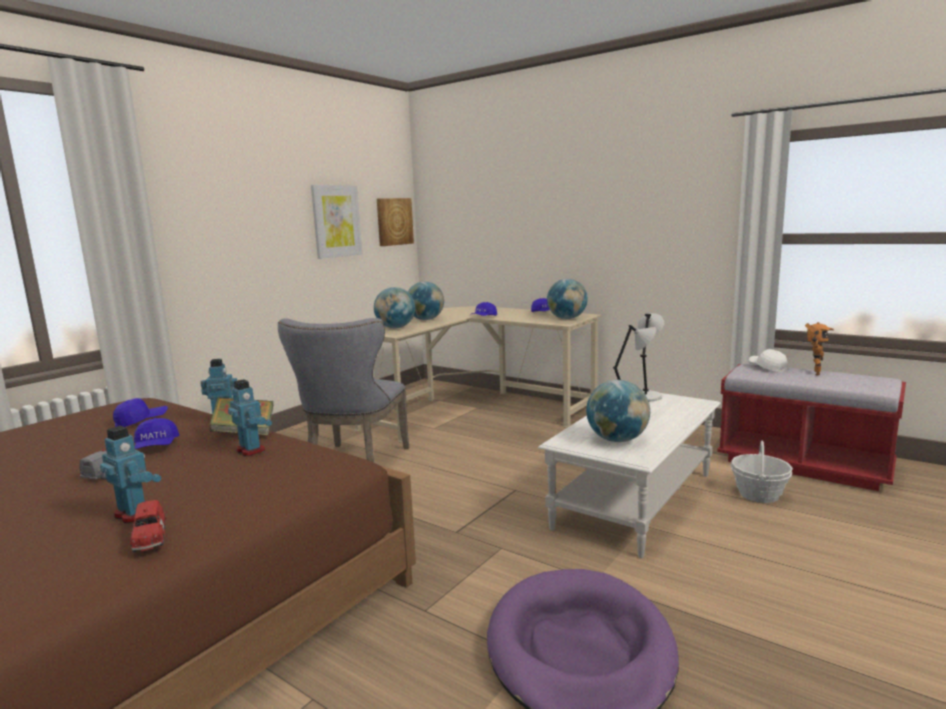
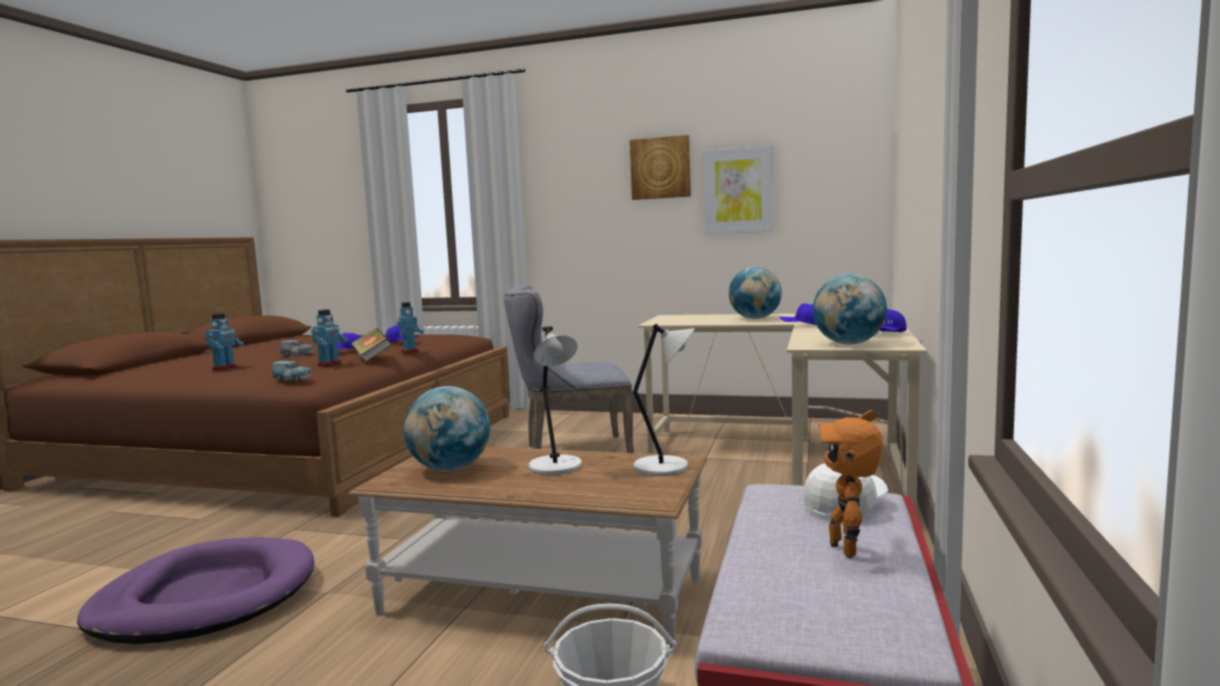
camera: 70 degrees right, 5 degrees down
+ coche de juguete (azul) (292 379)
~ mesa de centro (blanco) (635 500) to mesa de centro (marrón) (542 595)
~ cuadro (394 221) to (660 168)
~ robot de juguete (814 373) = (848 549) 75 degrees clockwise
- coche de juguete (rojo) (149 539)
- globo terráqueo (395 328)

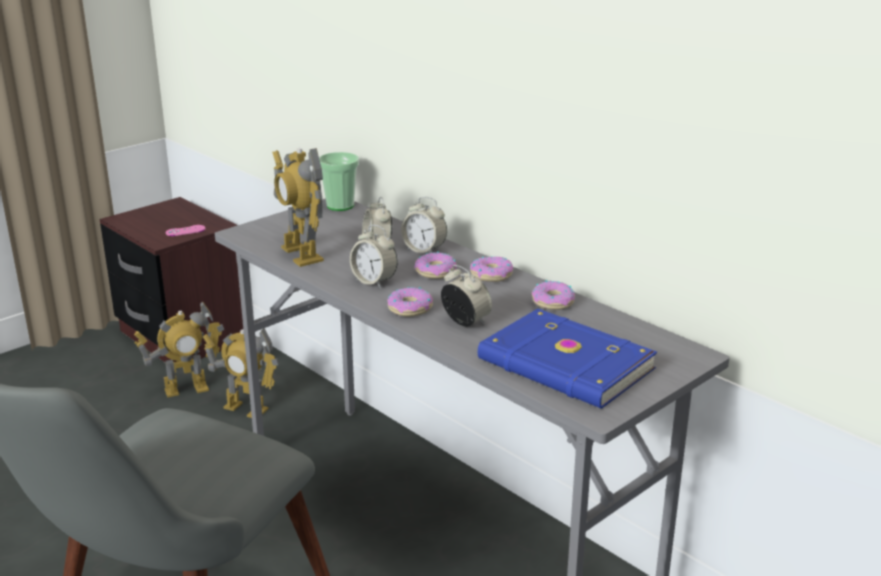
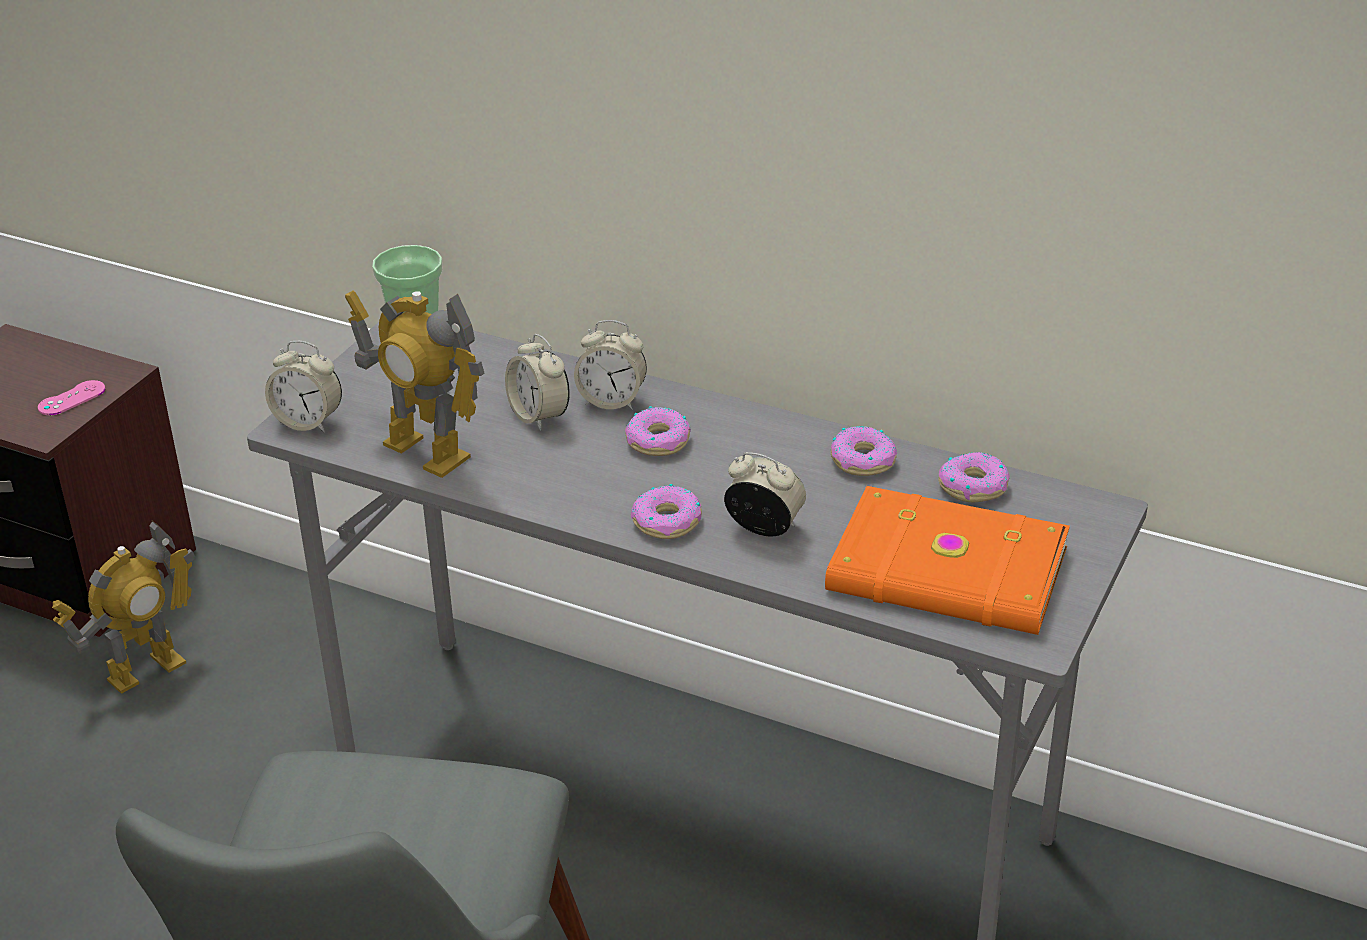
camera: 20 degrees left, 10 degrees up
~ despertador (374 281) to (308 422)
~ libro (azul) (565 366) to libro (naranja) (948 573)
~ rosquilla (491 275) to (973 486)
- robot de juguete (245 409)

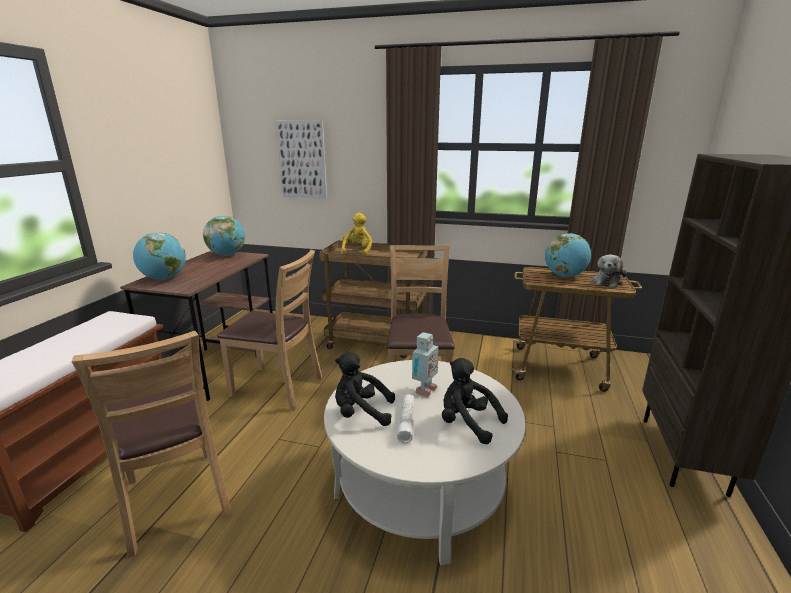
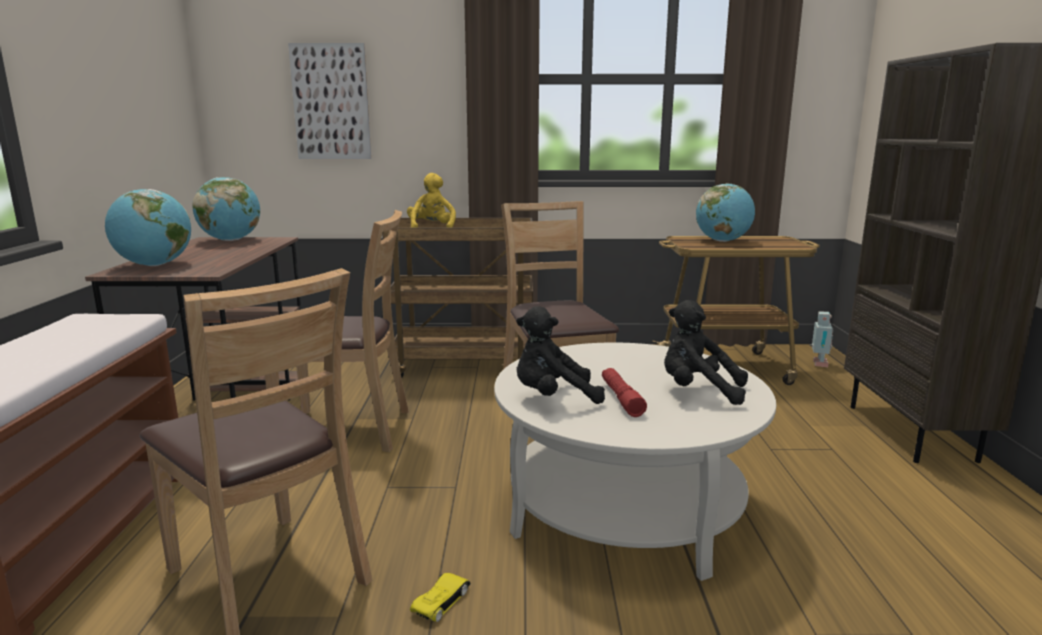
camera: 15 degrees left, 5 degrees down
+ coche de juguete (amarillo) (441 601)
~ linterna (blanco) (406 422) to linterna (rojo) (621 399)
~ robot de juguete (424 390) to (818 364)
- peluche (607 281)

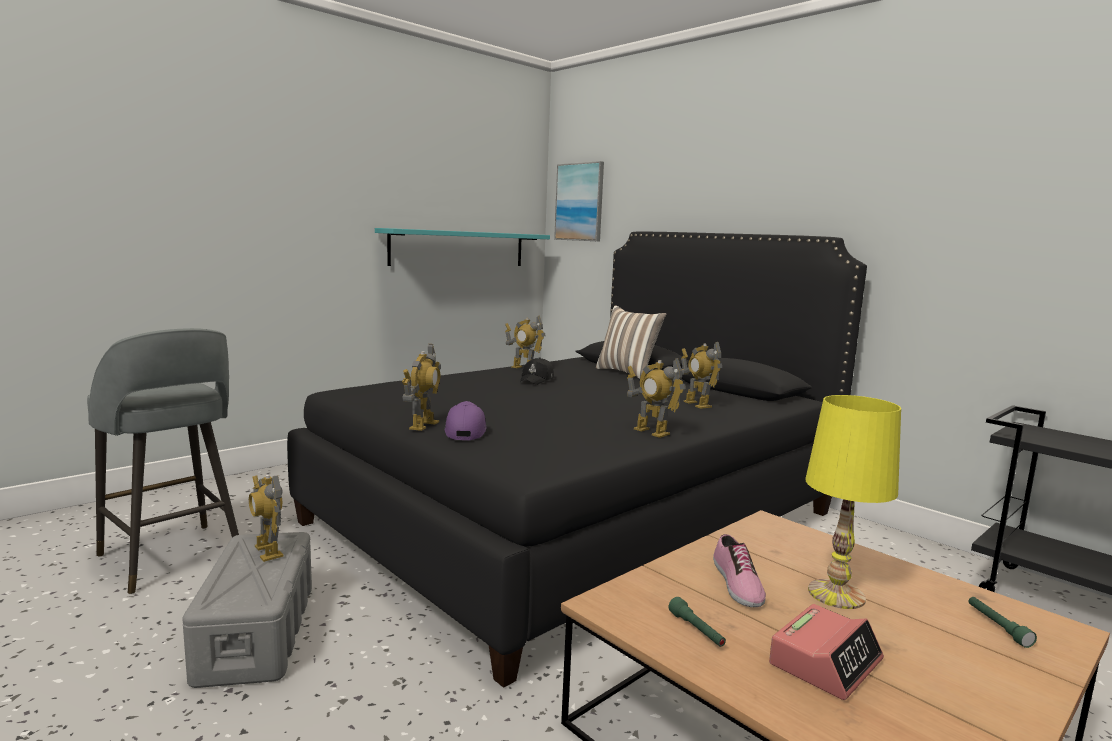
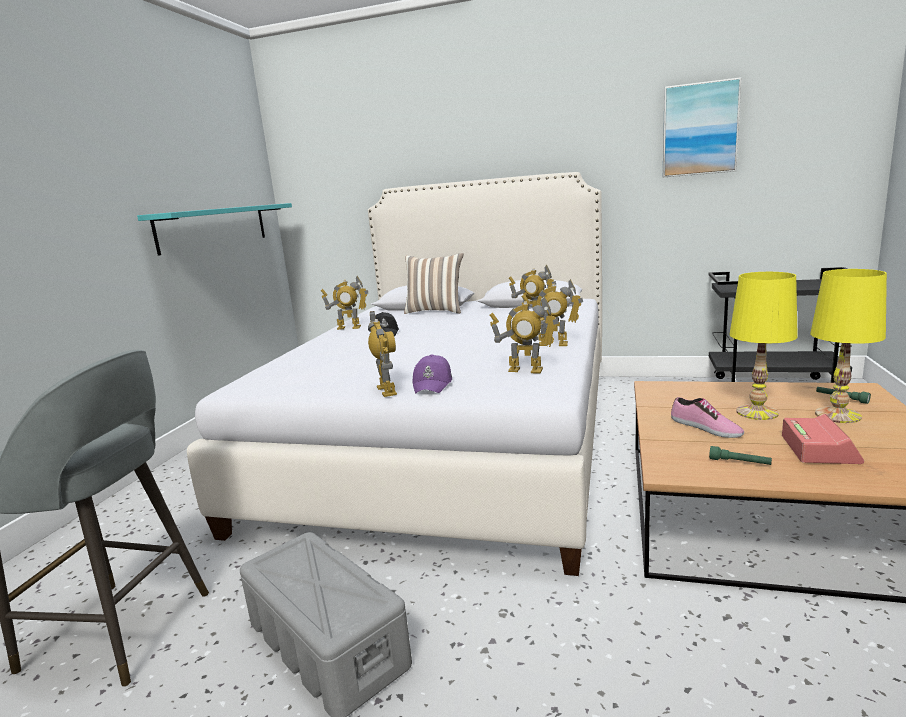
camera: 30 degrees left, 5 degrees up
~ cama (negro) (578 517) to cama (blanco) (451 440)
~ gorra (morado) (464 431) = (433 384) 135 degrees counterclockwise
~ robot de juguete (268 551) to (525 370)
~ cuadro (580 202) to (699 129)
+ lámpara de mesa (amarillo) (838 415)

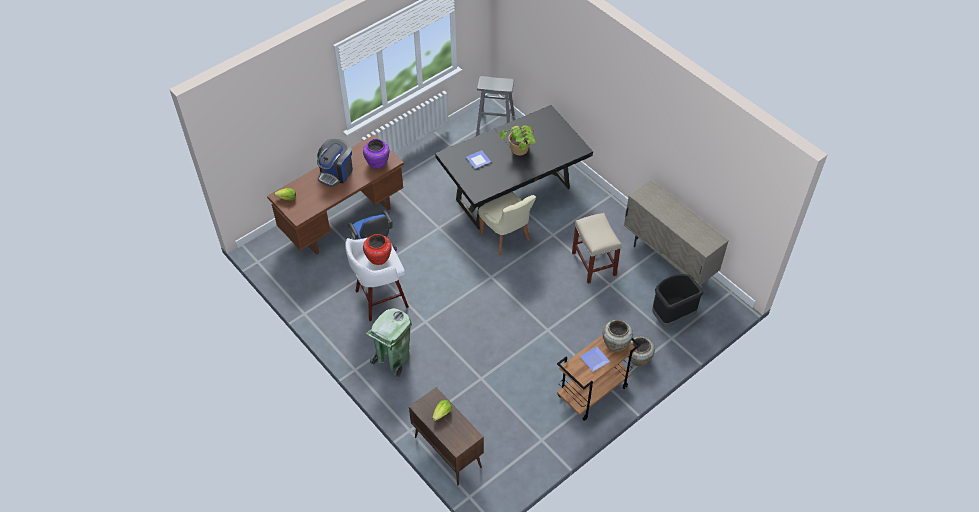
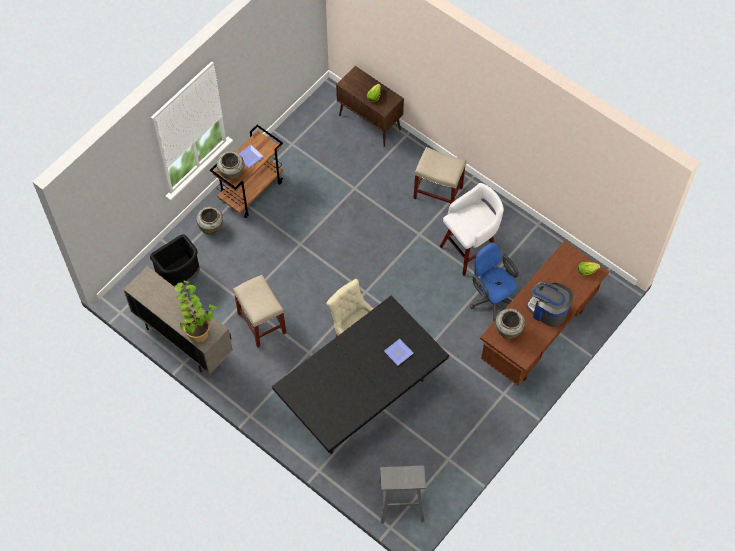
camera: 170 degrees right, 10 degrees up
~ planta en maceta (520 156) to (197 324)
~ papelera (verde) (393 360) to taburete (beis) (439 193)
~ florero (morado) (377 162) to florero (beis) (508 331)
~ cafetera (336 173) = (548 310) 75 degrees counterclockwise
- florero (rojo) (379 258)

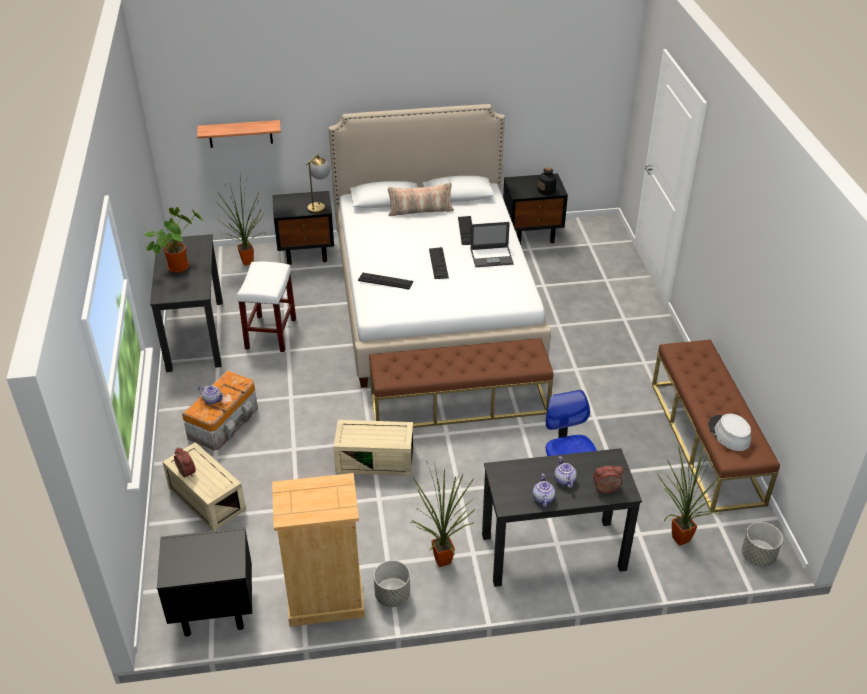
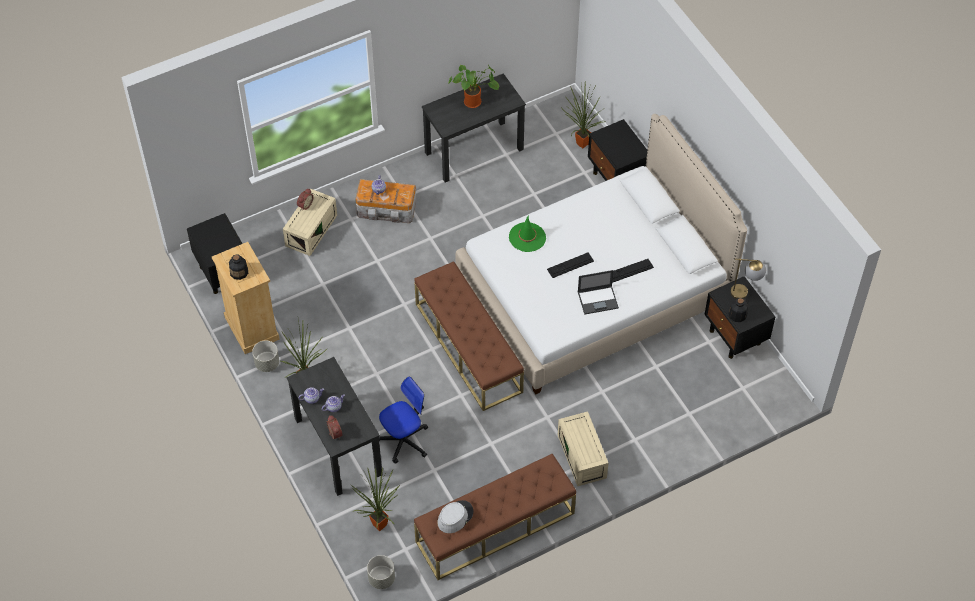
camera: 70 degrees right, 15 degrees up
+ botella (239 272)
~ teclado (385 281) to sombrero (verde) (527 237)
~ caja de almacenaje (beis) (376 459) to (583 457)
~ portátil (492 257) = (598 300) 75 degrees counterclockwise
~ lámpara de mesa (319 206) to (745 293)
- estante (240 134)
- taburete (blanco) (271 334)
- cojín (420 211)

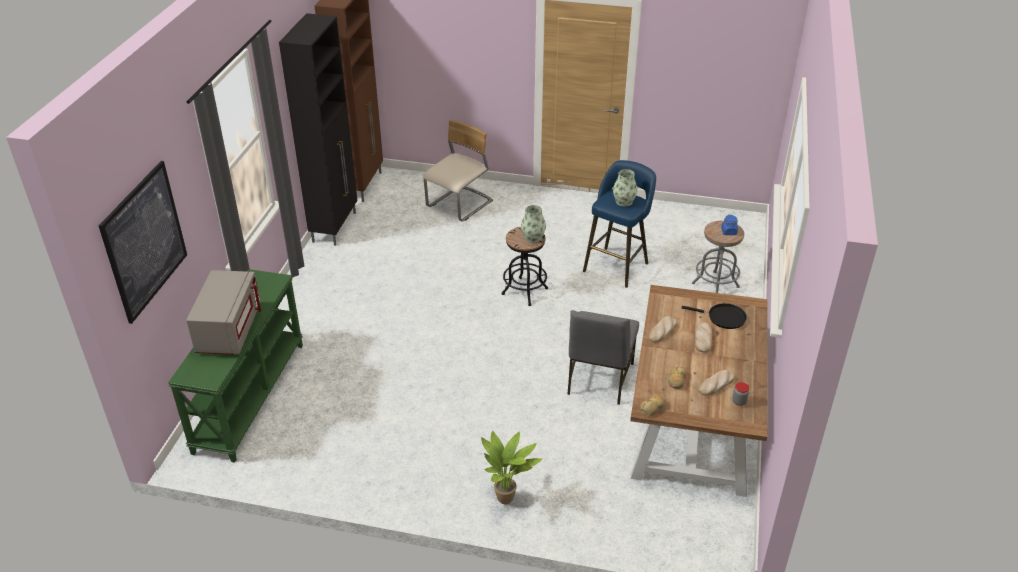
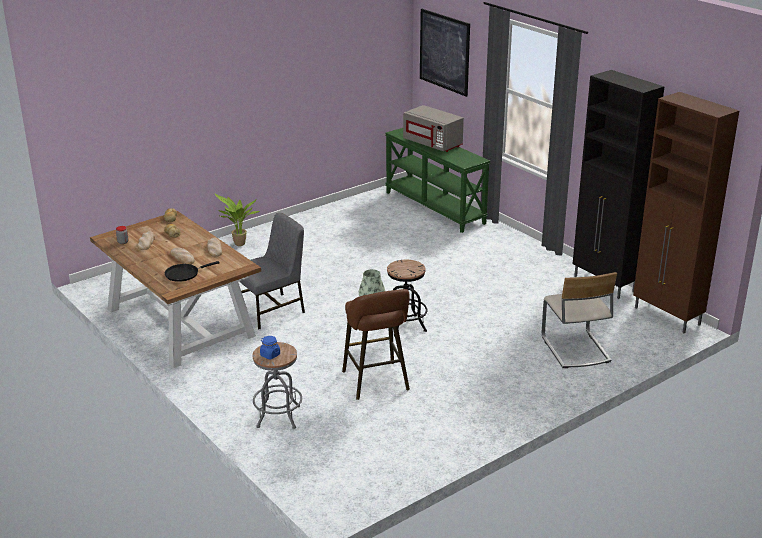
camera: 130 degrees right, 10 degrees down
~ silla (gris) (598 379) = (271 310) 90 degrees clockwise
~ taburete (azul) (617 265) to taburete (marrón) (377 383)
- florero (533 237)

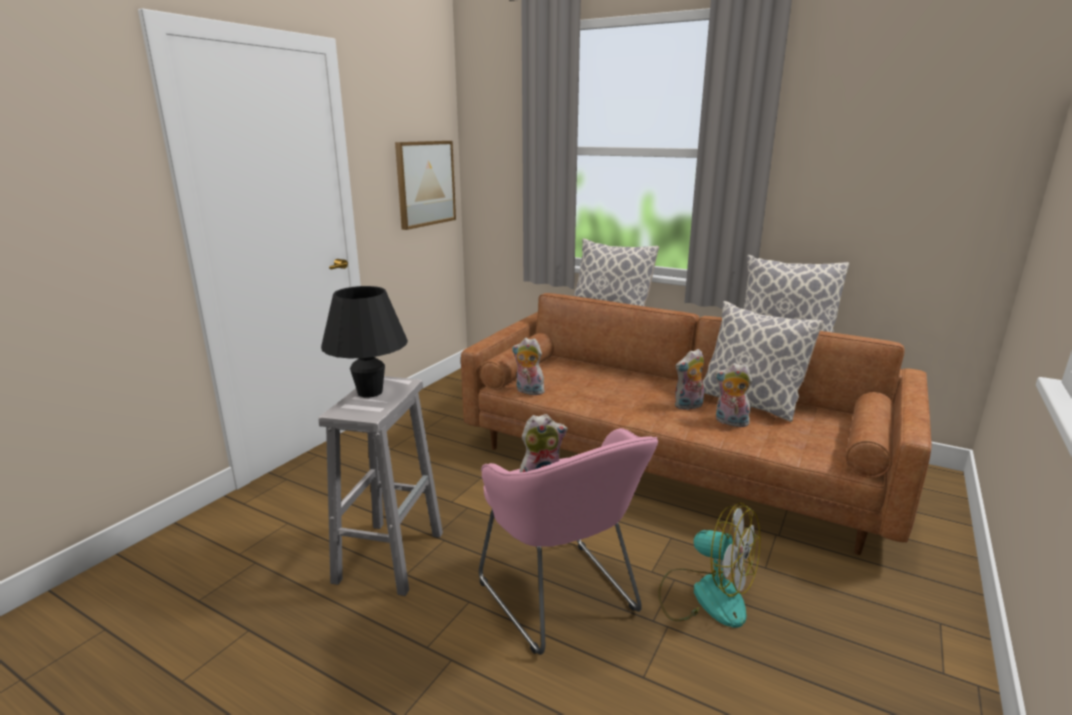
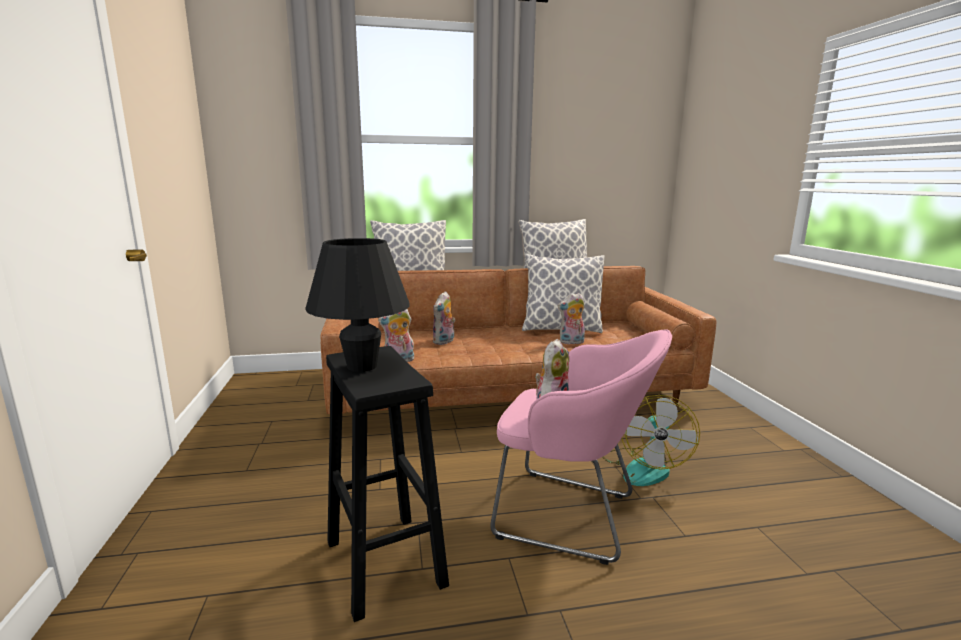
camera: 40 degrees left, 5 degrees down
~ taburete (blanco) (390 555) to taburete (negro) (383 561)
~ peluche (688 406) to (444 342)
~ ventilador (705 595) = (644 467) 105 degrees clockwise
- cuadro (425 183)

